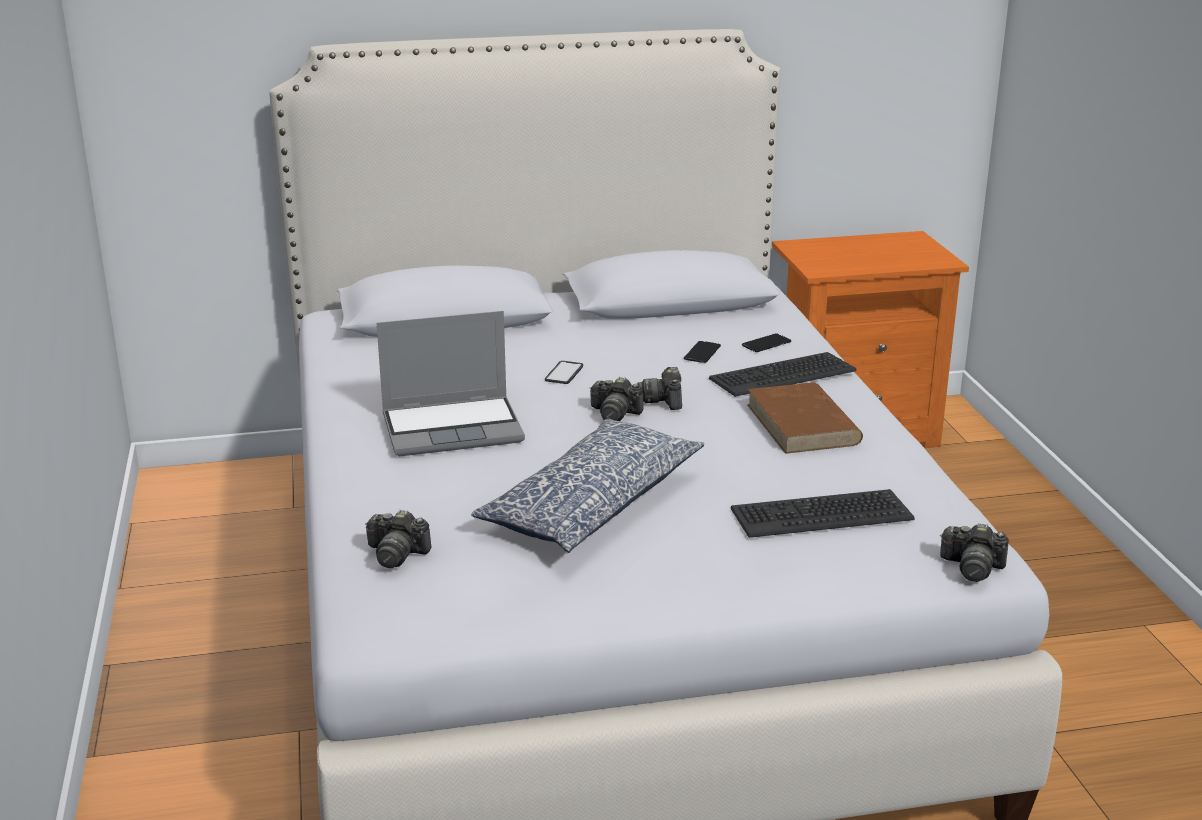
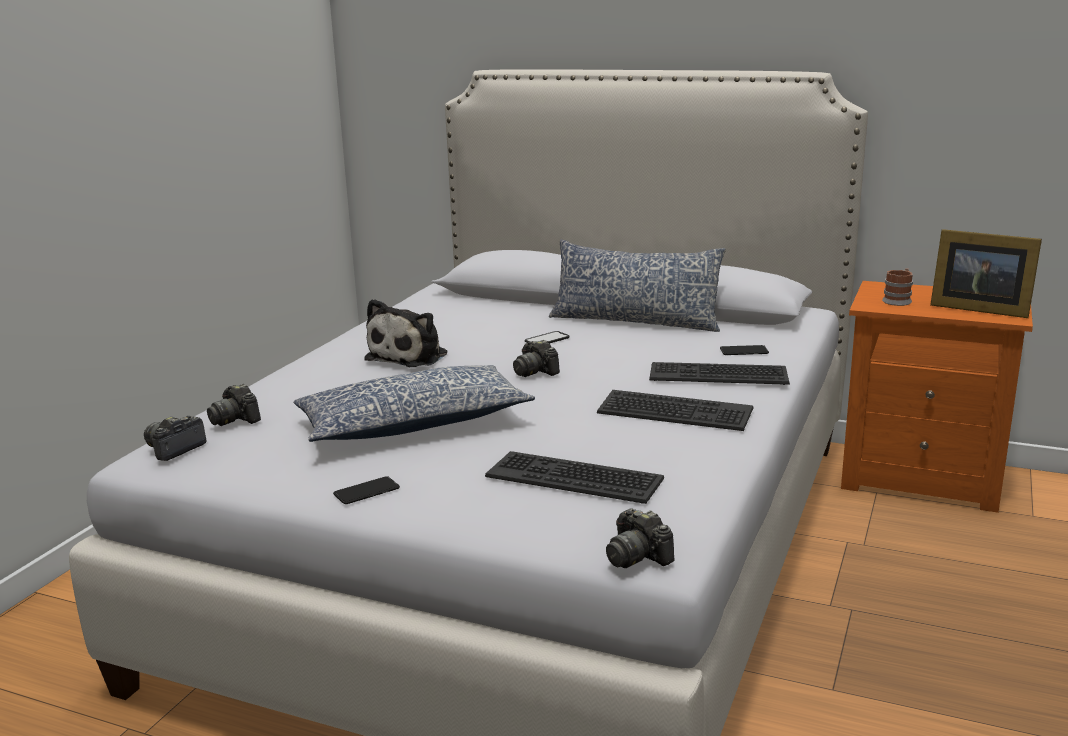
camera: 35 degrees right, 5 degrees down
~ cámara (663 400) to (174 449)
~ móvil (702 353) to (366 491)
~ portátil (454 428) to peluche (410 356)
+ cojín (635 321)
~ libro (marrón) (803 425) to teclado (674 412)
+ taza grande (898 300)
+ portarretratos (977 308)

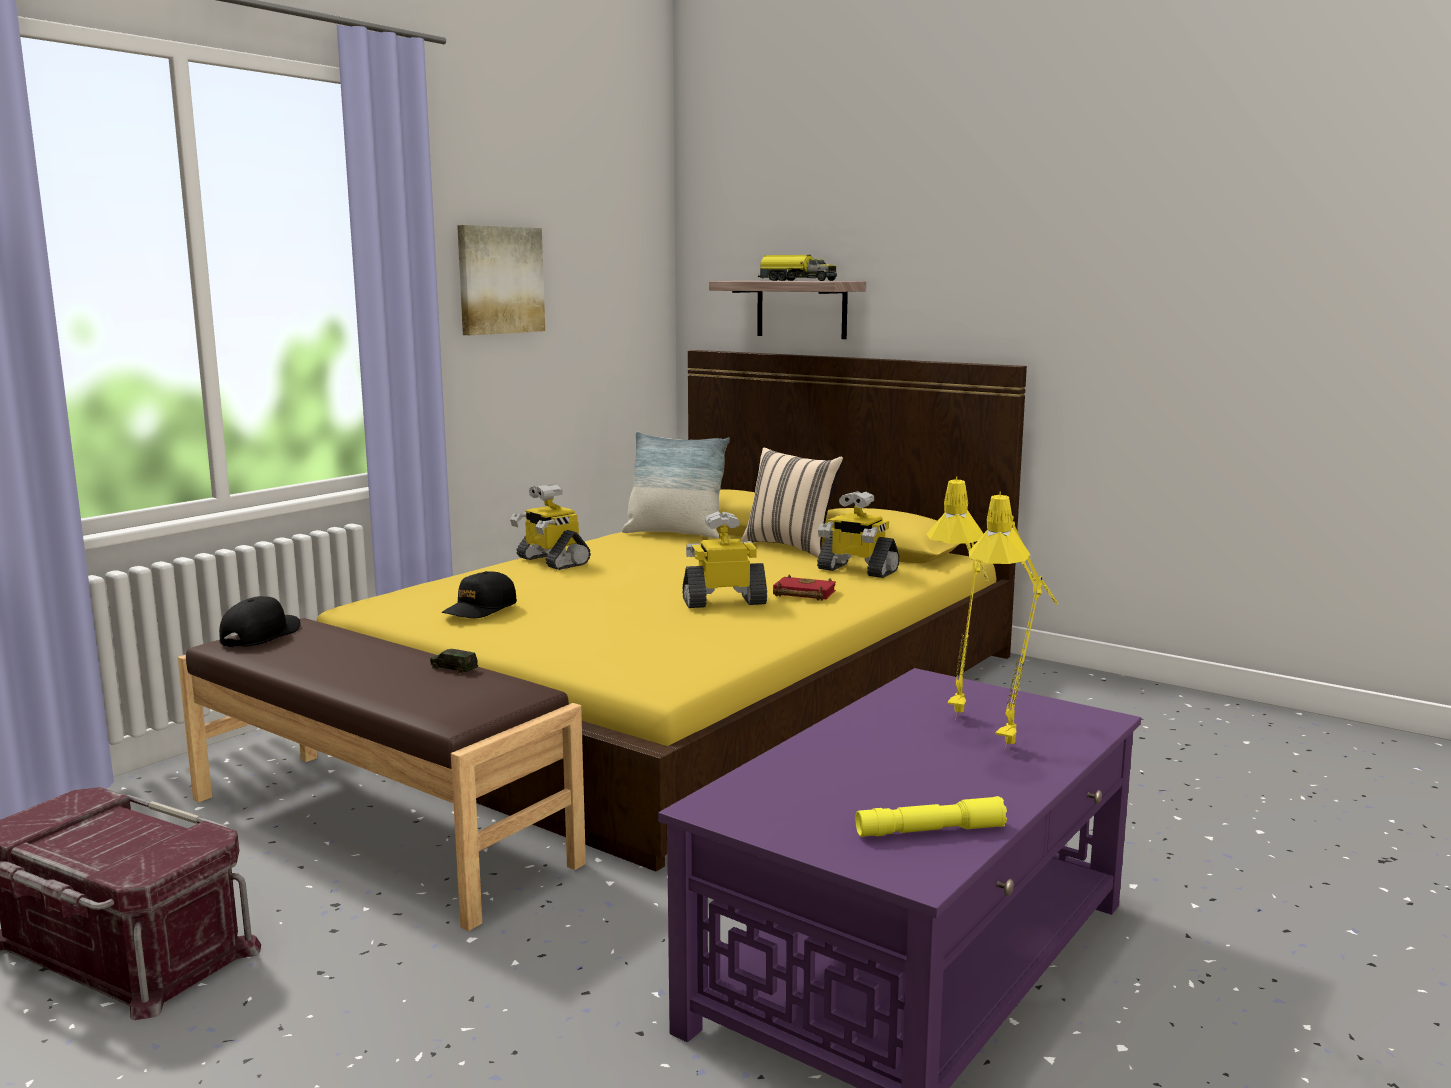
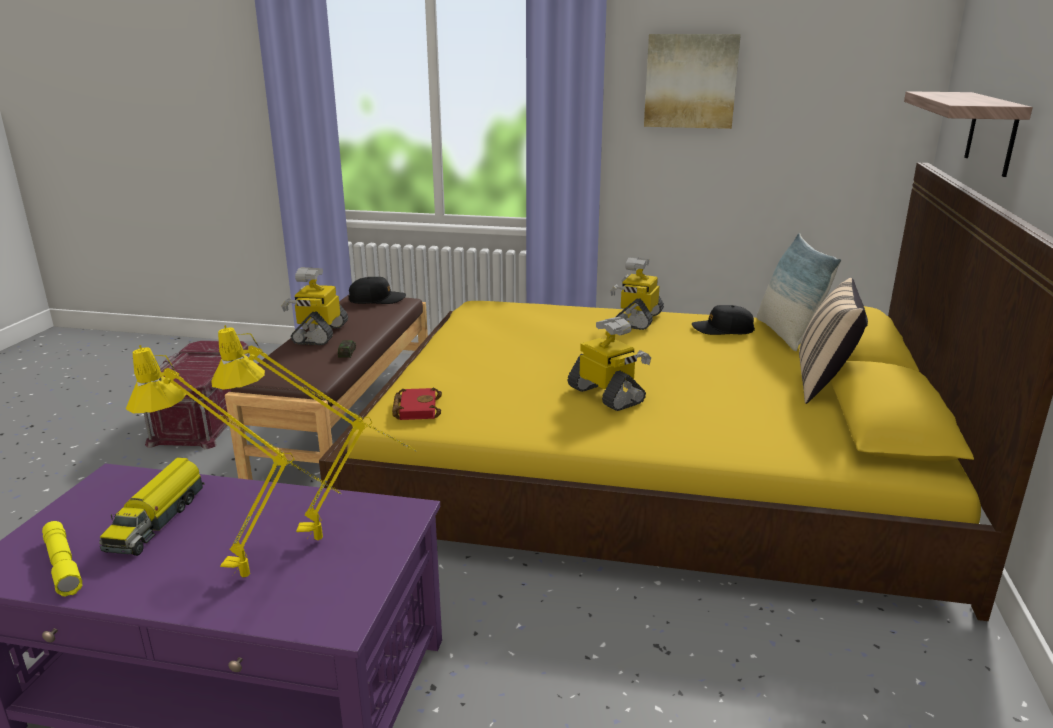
camera: 65 degrees right, 10 degrees up
~ camión de juguete (796 280) to (157 519)
~ robot de juguete (856 570) to (319 334)
~ libro (rojo) (802 594) to (415 408)
~ gorra (negro) (480 609) to (722 329)

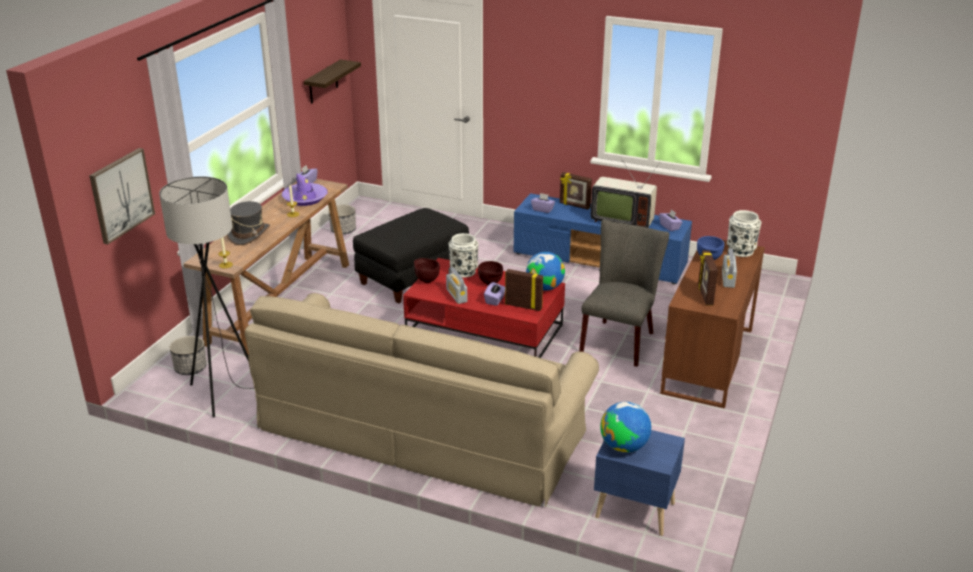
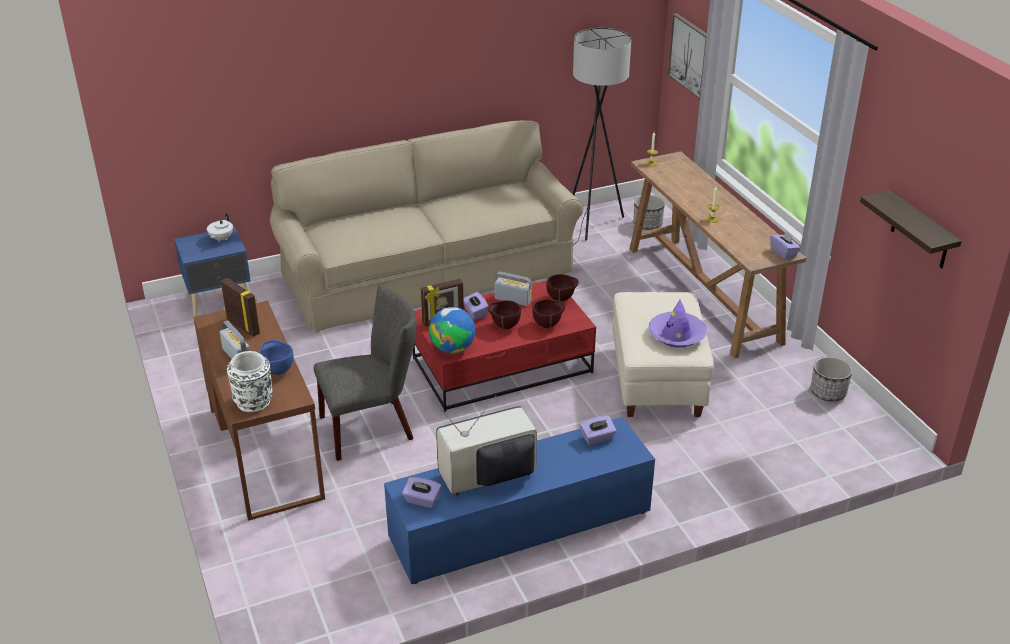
camera: 135 degrees right, 5 degrees up
~ globo terráqueo (624 447) to tetera (blanco) (221 239)
~ silla (gris) (619 340) = (372 427) 90 degrees counterclockwise
~ florero (blanco) (463 271) to cuenco (marrón) (548 325)
~ puf (negro) (412 277) to puf (beis) (658 381)
~ sombrero (morado) (305 198) to (677 335)
- sombrero (gris) (249 234)
- portarretratos (574 205)

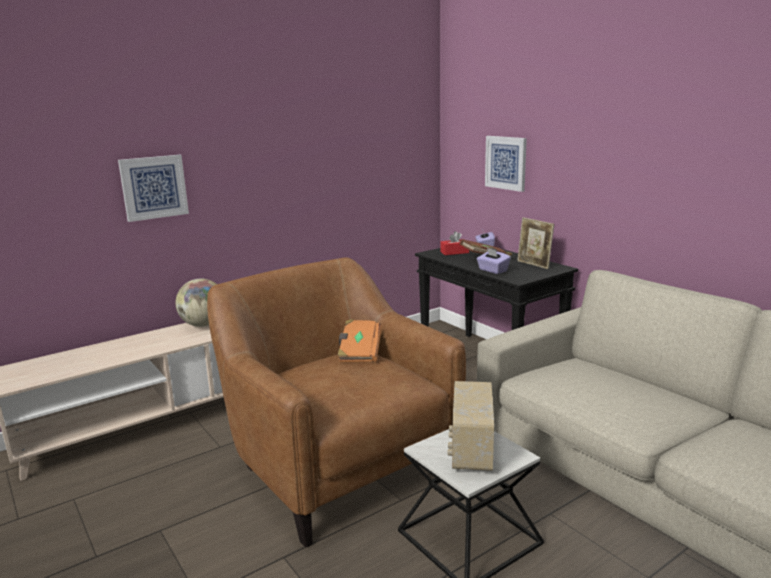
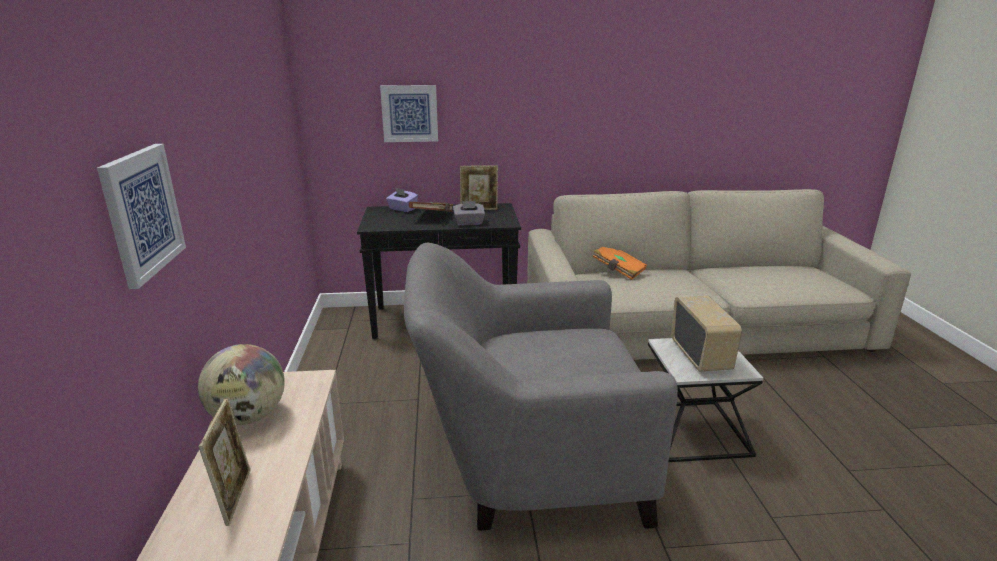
camera: 60 degrees left, 5 degrees up
+ portarretratos (235 496)
~ sillón (marrón) (337 461) to sillón (gris) (527 460)
~ caja de pañuelos (morado) (492 270) to caja de pañuelos (gris) (469 223)
~ libro (naranja) (359 351) to (618 270)
~ radio (470 451) = (701 356) 135 degrees counterclockwise
- caja de pañuelos (rojo) (454 252)

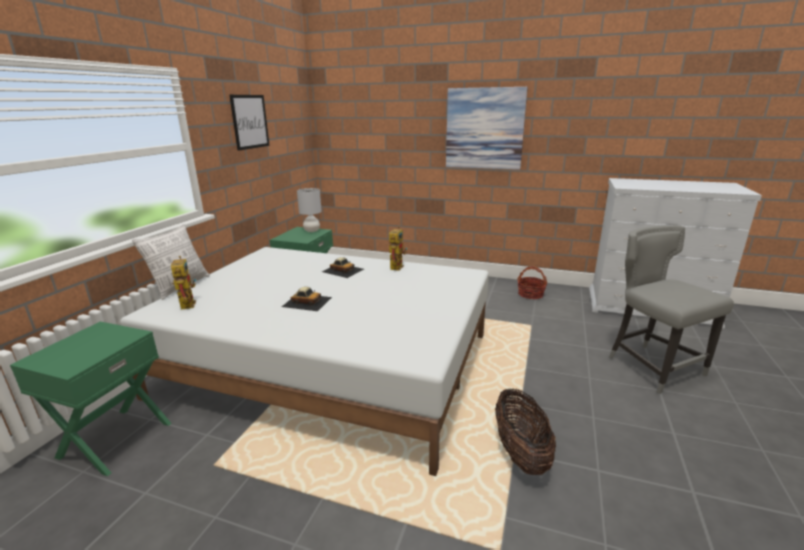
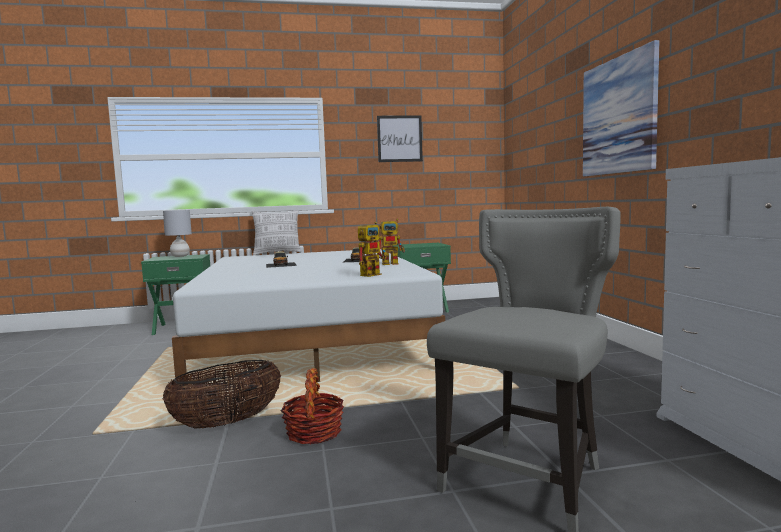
camera: 60 degrees right, 15 degrees down
~ lámpara de mesa (gris) (311 231) to (180 256)
~ cesta (530 294) to (314 433)
~ robot de juguete (187 303) to (372 274)

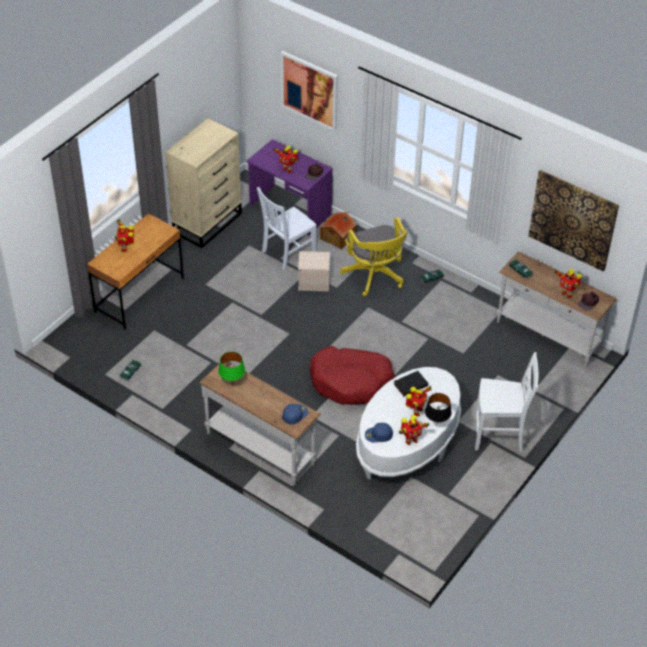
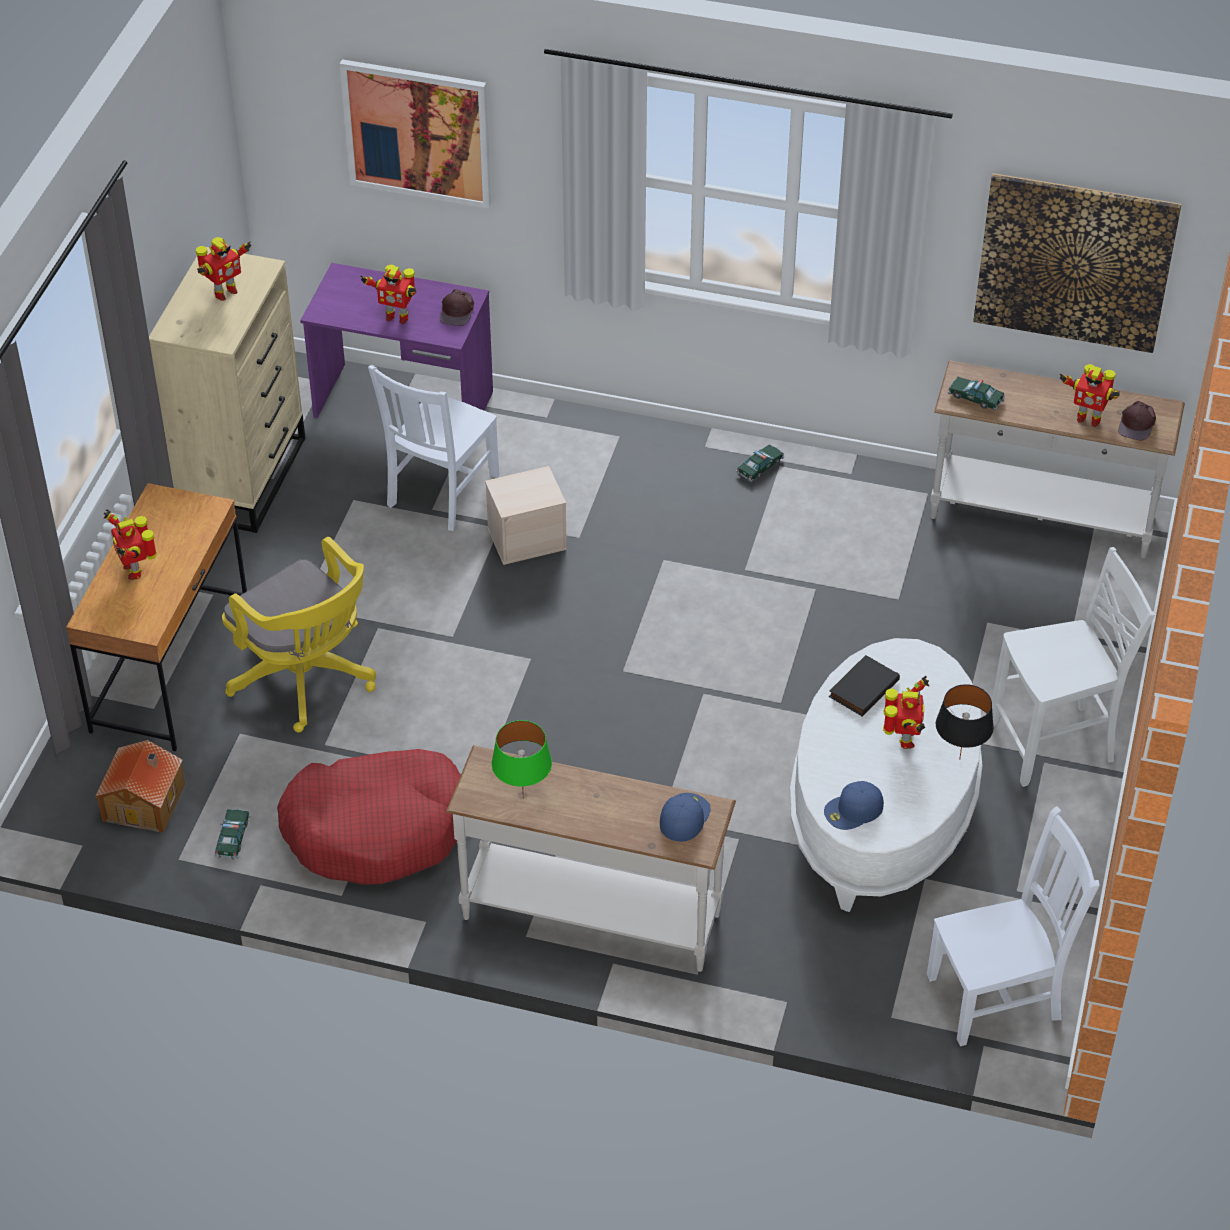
camera: 20 degrees left, 0 degrees up
~ casita (339 237) to (146 802)
~ robot de juguete (410 440) to (224 292)
~ silla de oficina (amarillo) (375 276) to (307 680)
~ cama para perro (rojo) (351 382) to (377 829)
+ silla (blanco) (998 996)

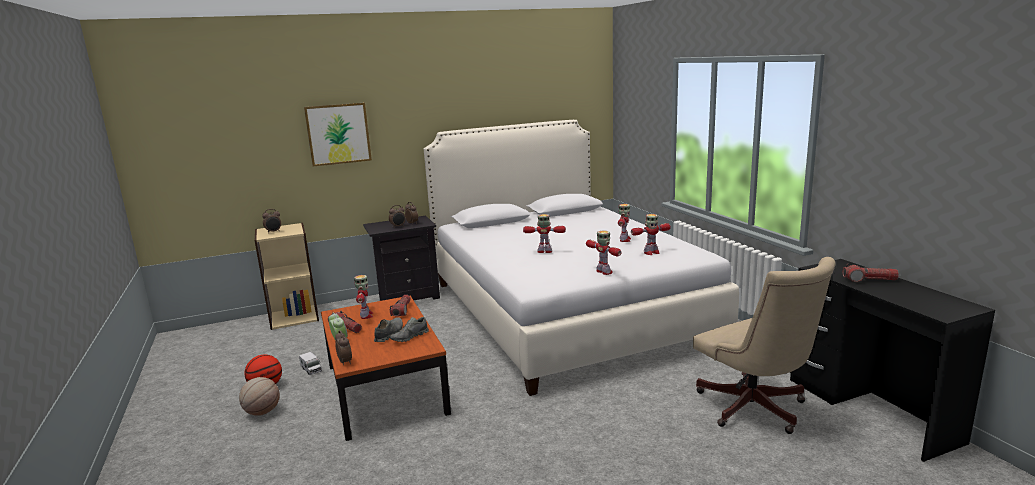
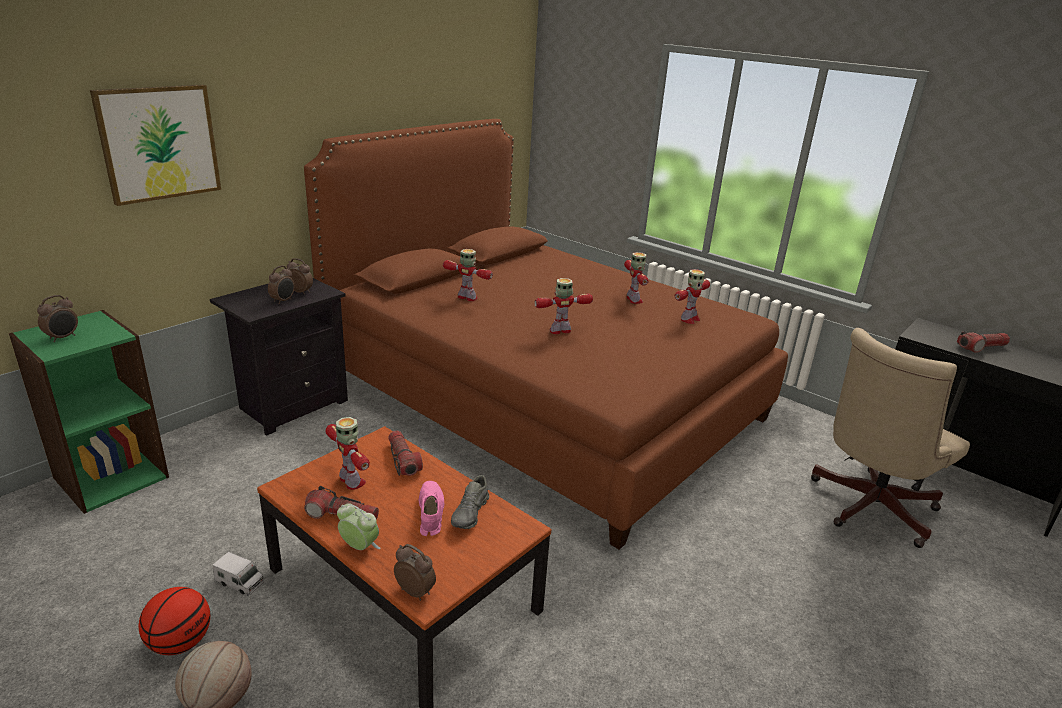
camera: 30 degrees left, 10 degrees up
~ estantería (beis) (294 317) to estantería (verde) (111 477)
~ cama (blanco) (564 310) to cama (marrón) (541 397)
~ zapato (gris) (389 334) to zapato (rosa) (430 513)
~ robot de juguete (604 272) to (468 298)
~ silla de oficina (beis) (755 410) = (867 508) 105 degrees clockwise

